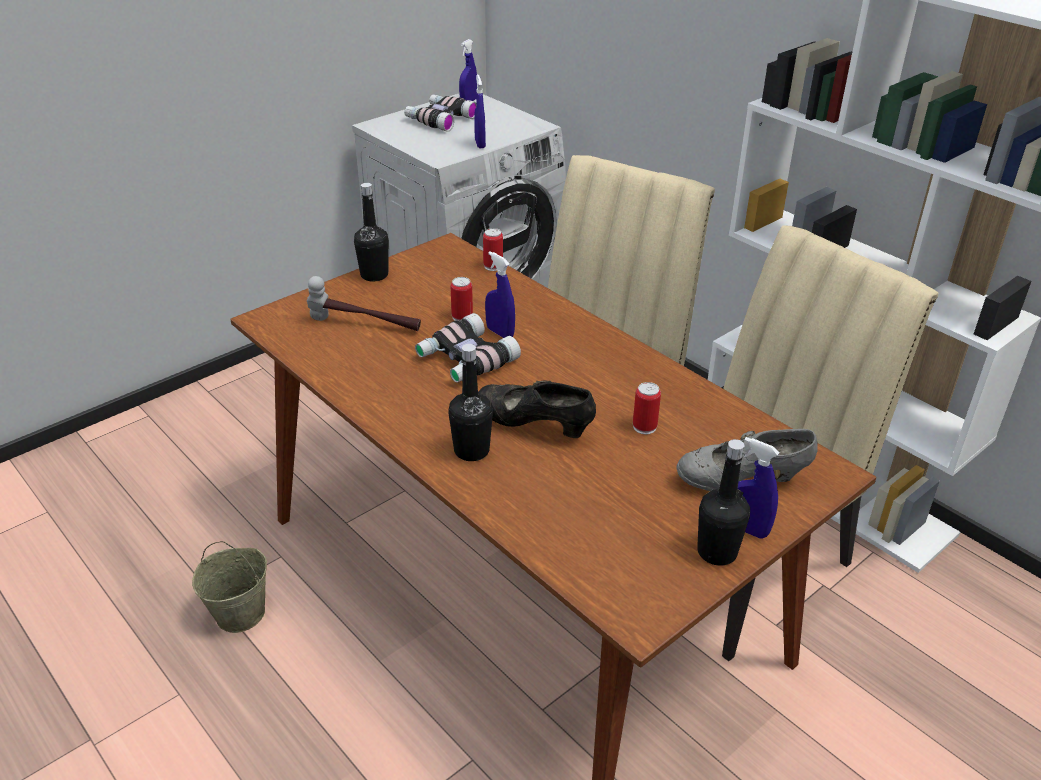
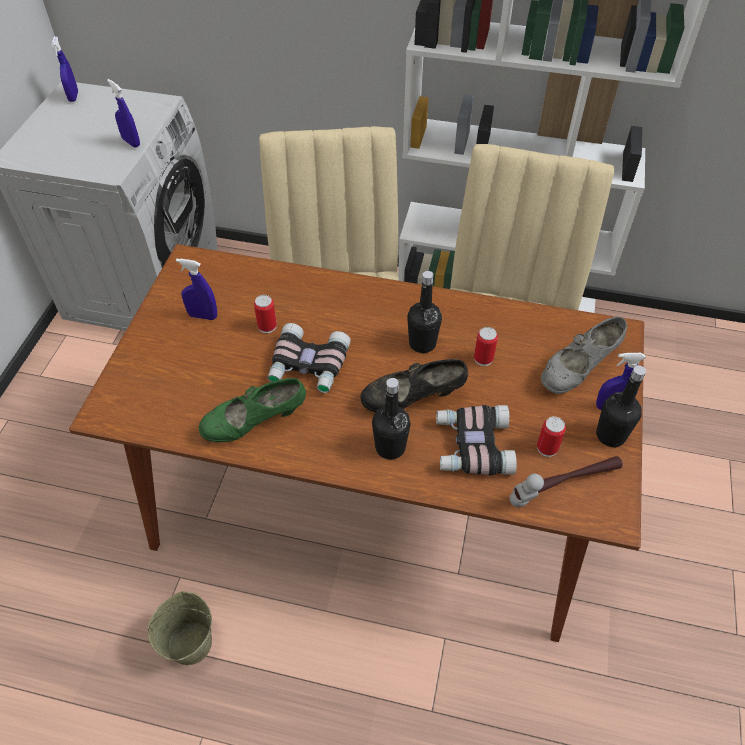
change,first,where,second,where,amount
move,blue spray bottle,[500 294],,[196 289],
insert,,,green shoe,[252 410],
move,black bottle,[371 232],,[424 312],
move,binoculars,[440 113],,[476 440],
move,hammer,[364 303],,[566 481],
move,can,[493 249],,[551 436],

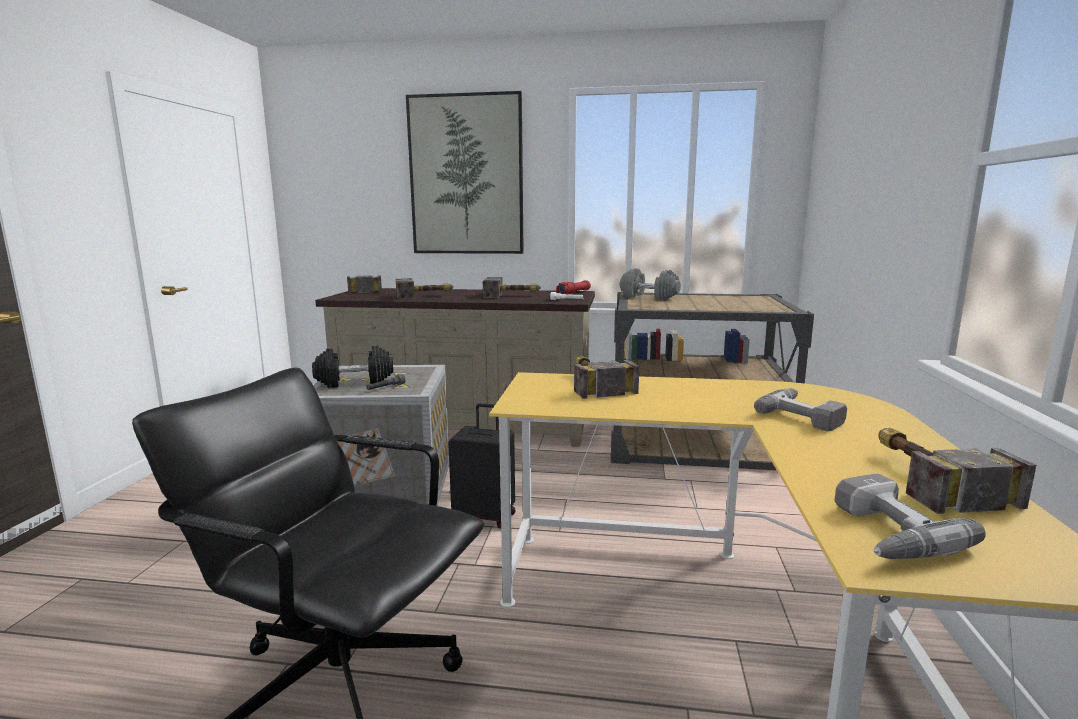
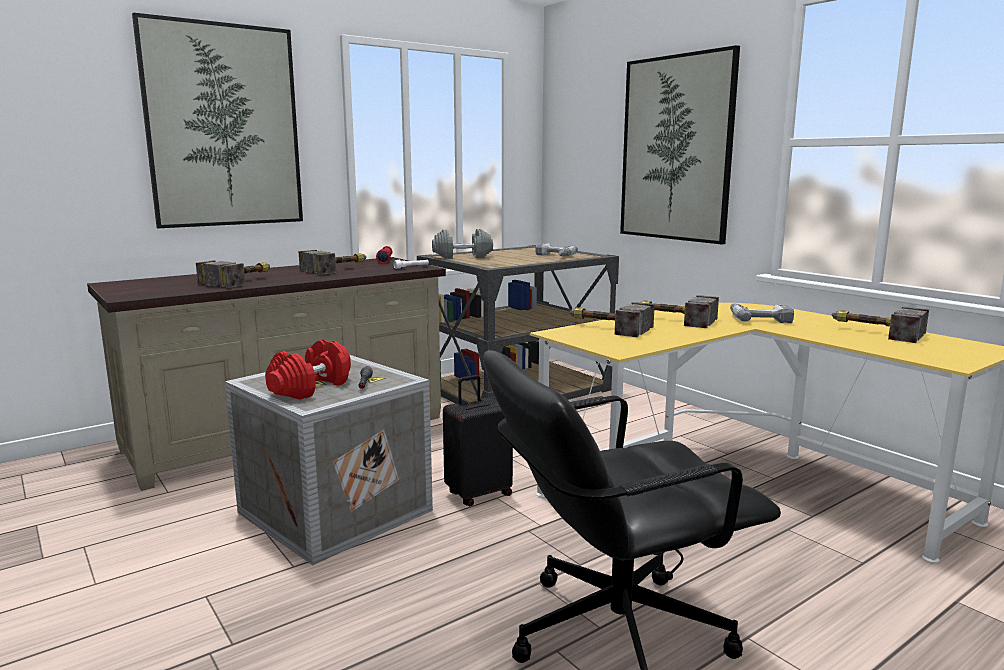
change,first,where,second,where,amount
recolor,black dumbbell,[352 366],red dumbbell,[308 369],
move,power drill,[910 516],,[556 249],
insert,,,picture,[680 145],
move,hammer,[364 284],,[679 311],

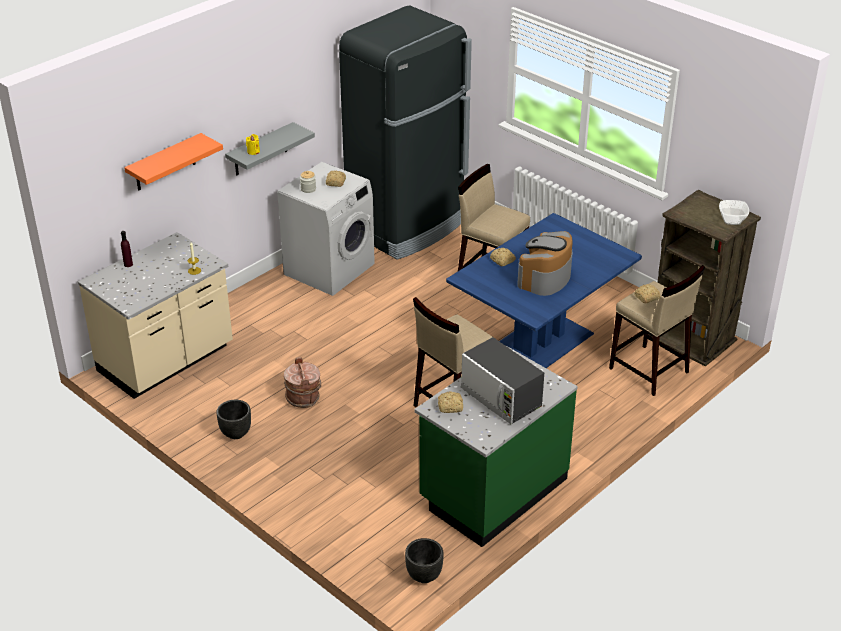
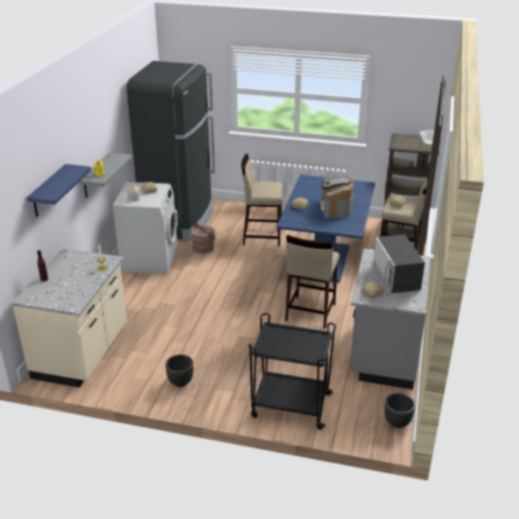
change,first,where,second,where,amount
recolor,orange shelf,[173 161],blue shelf,[59 190],
move,brown bucket,[302 382],,[203 238],
insert,,,black cart,[292 371],
recolor,green counter,[496 446],grey counter,[390 318],
rotate,microwave,[502 380],,[399 263],60 degrees clockwise

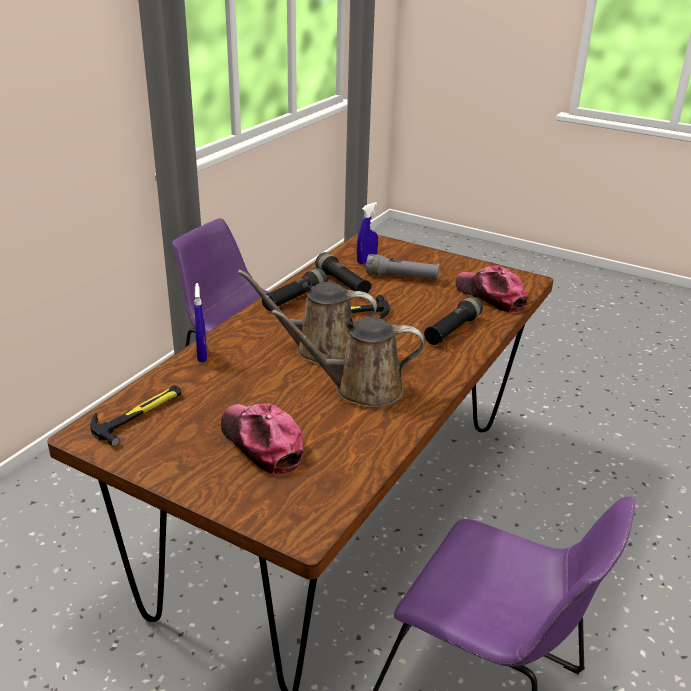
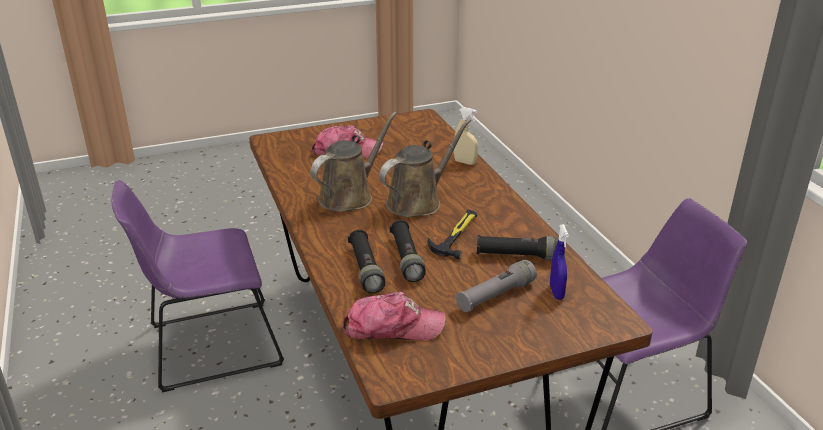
change,first,where,second,where,amount
move,black flashlight,[295 289],,[408 251],
recolor,blue spray bottle,[200 322],beige spray bottle,[466 136],
delete,hammer,[135 415],,,

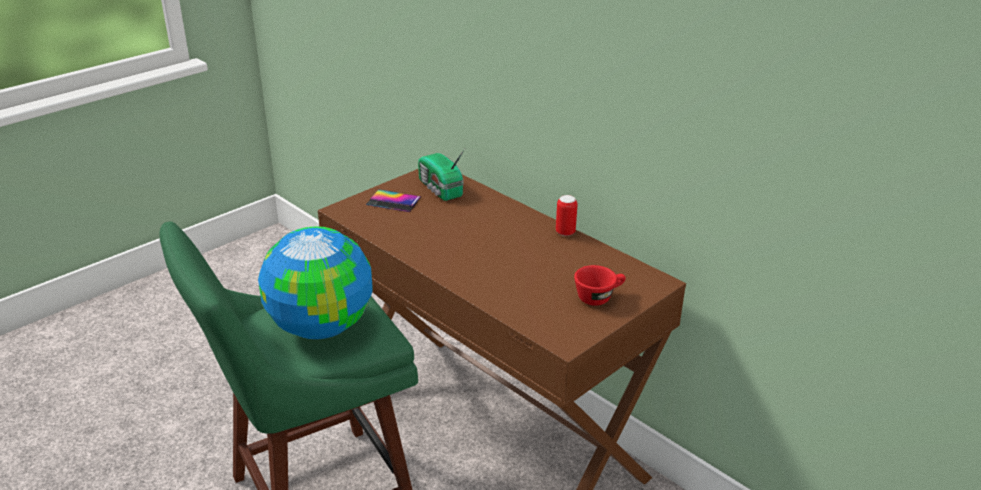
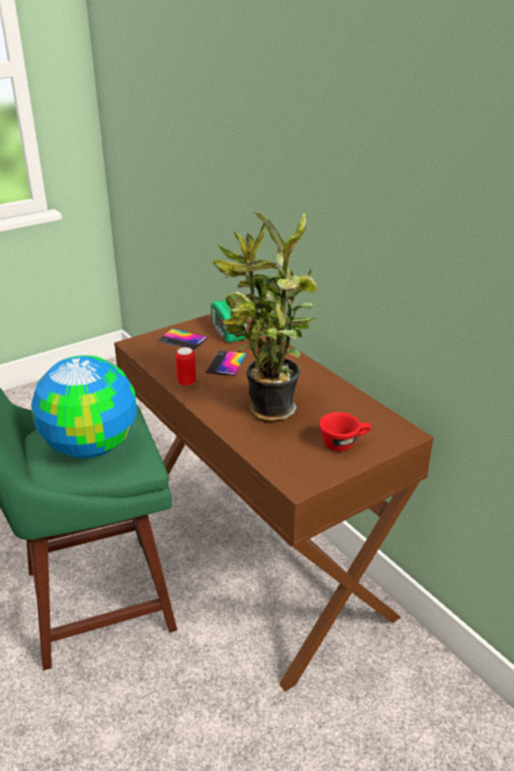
change,first,where,second,where,amount
move,can,[567 215],,[186 366],
insert,,,phone,[226 363],
insert,,,potted plant,[265 316],

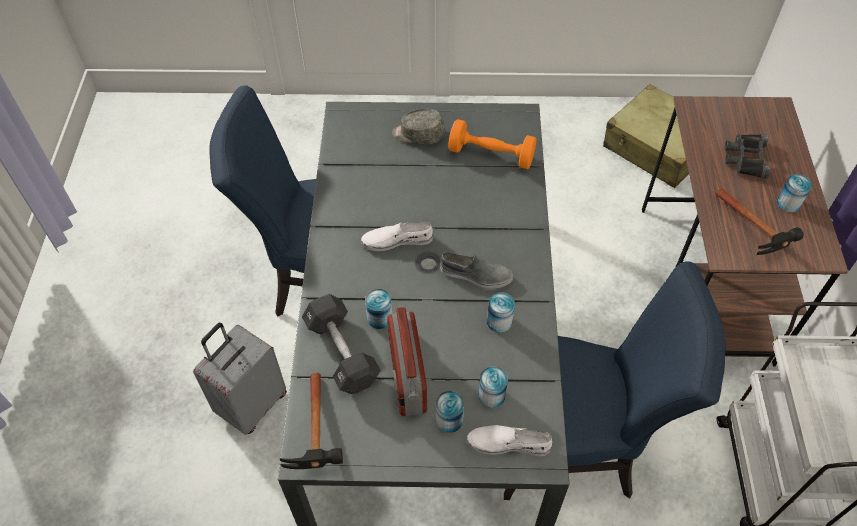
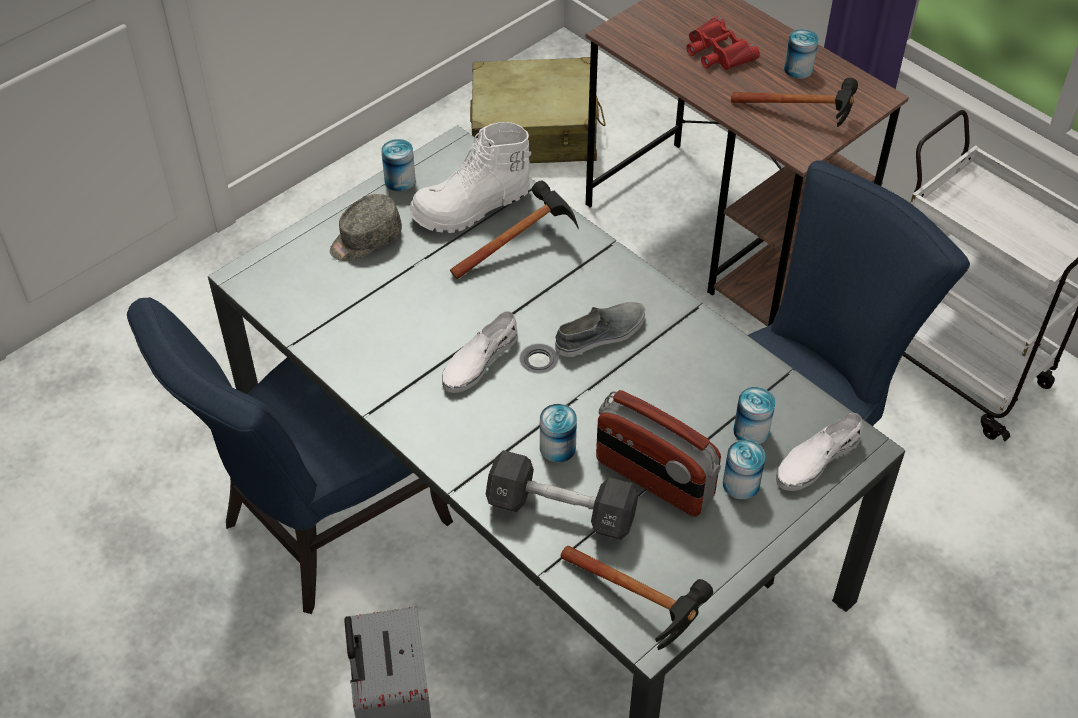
change,first,where,second,where,amount
move,can,[501 312],,[398 165],
replace,orange dumbbell,[492 144],white boot,[470 177],
insert,,,hammer,[514 229],
recolor,black binoculars,[748 156],red binoculars,[723 43],

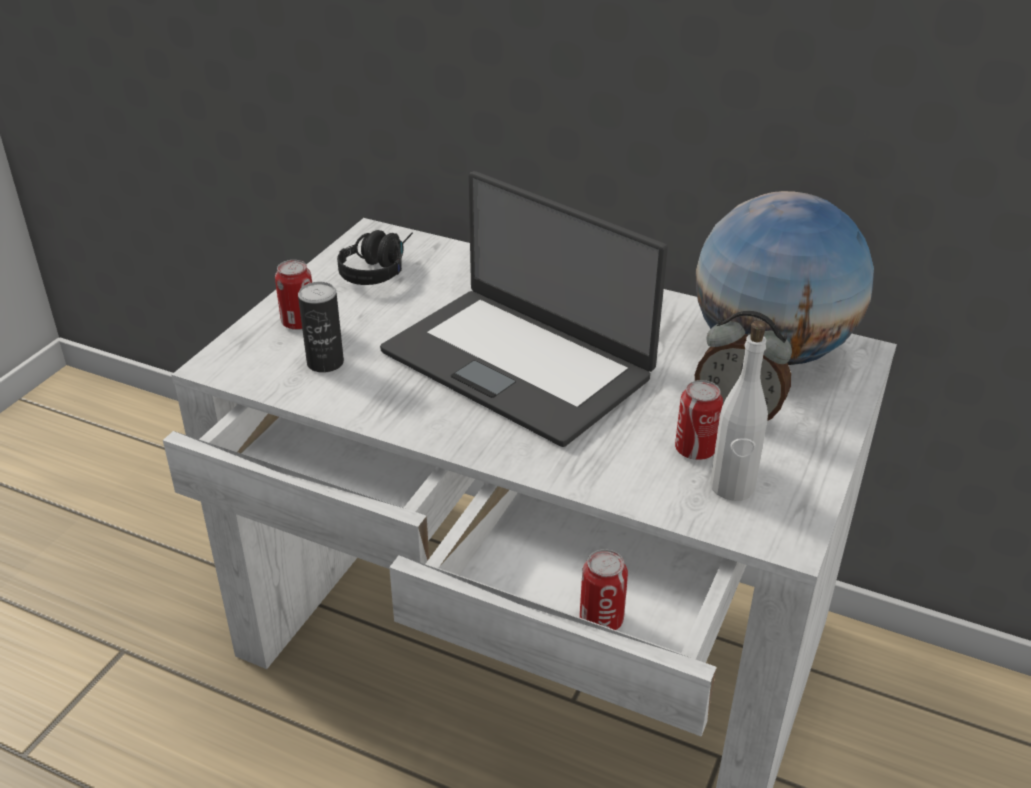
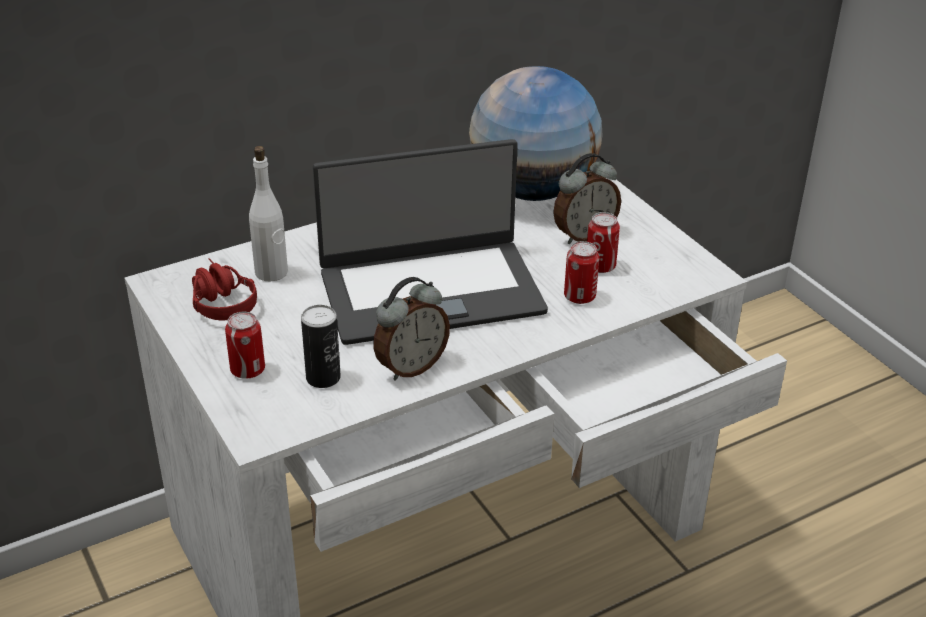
change,first,where,second,where,amount
recolor,black headphones,[375 257],red headphones,[224 289],
move,white bottle,[739 410],,[268 214],
insert,,,alarm clock,[411 329],
move,can,[604 589],,[581 272],

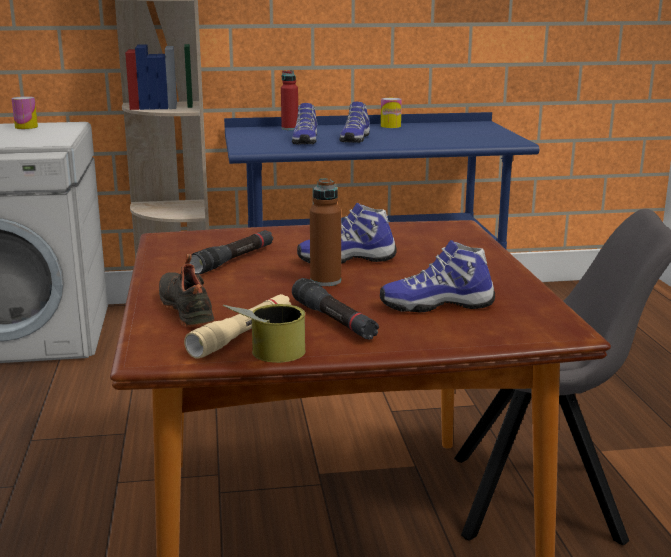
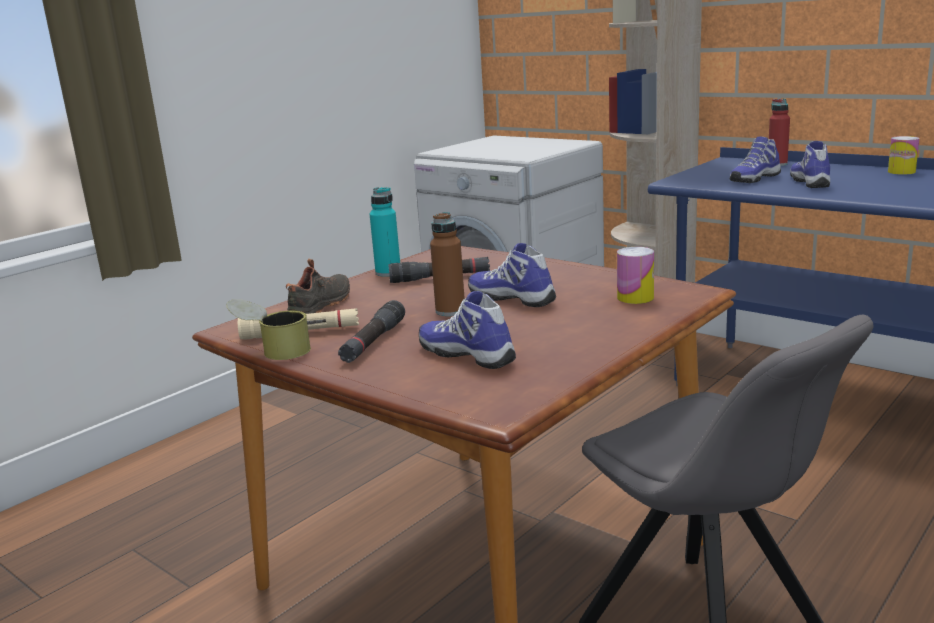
change,first,where,second,where,amount
insert,,,turquoise bottle,[384 232],
move,can,[24 112],,[635 275],
rotate,shoe,[354 122],,[810 164],120 degrees clockwise

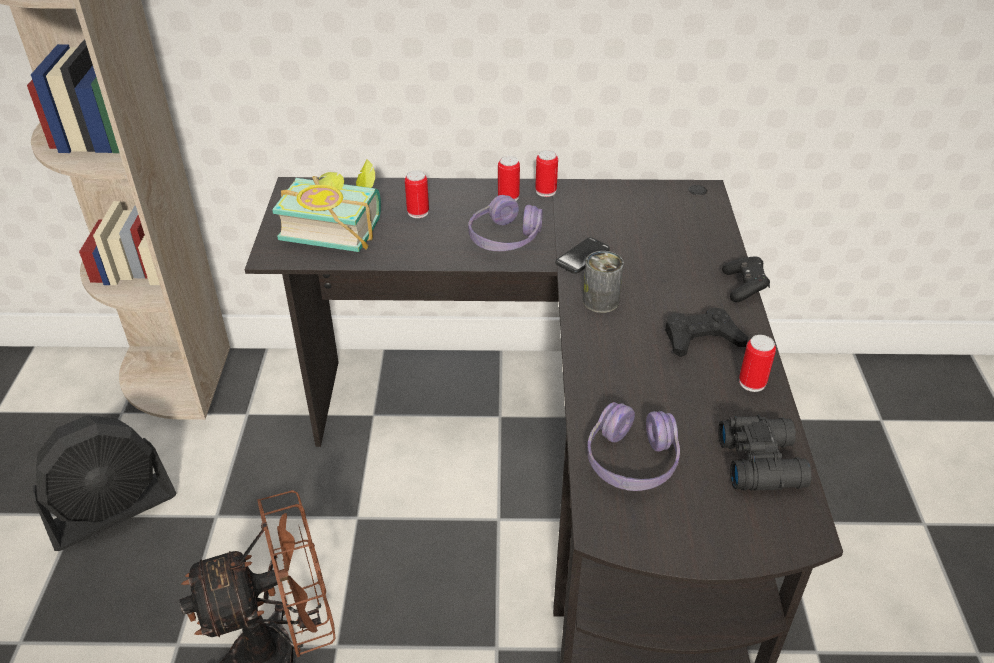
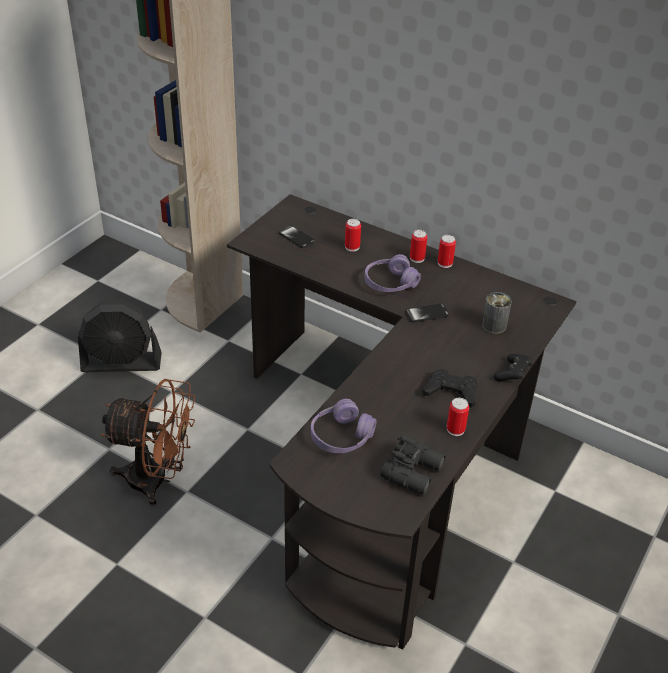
change,first,where,second,where,amount
replace,book,[326 205],phone,[297 236],
move,can,[603 282],,[497 313],

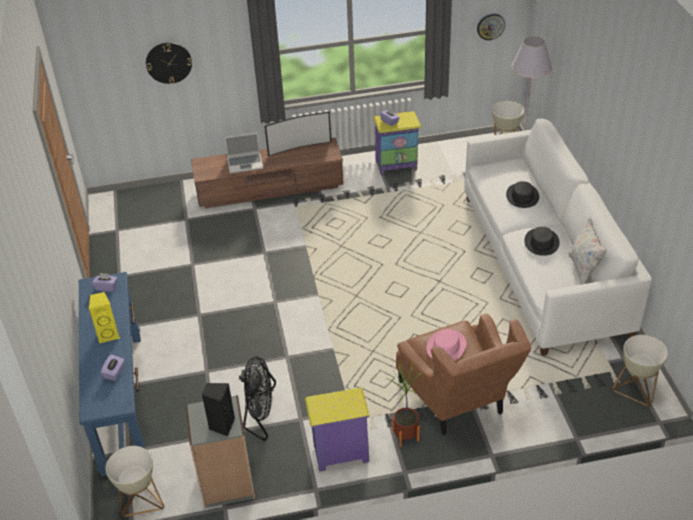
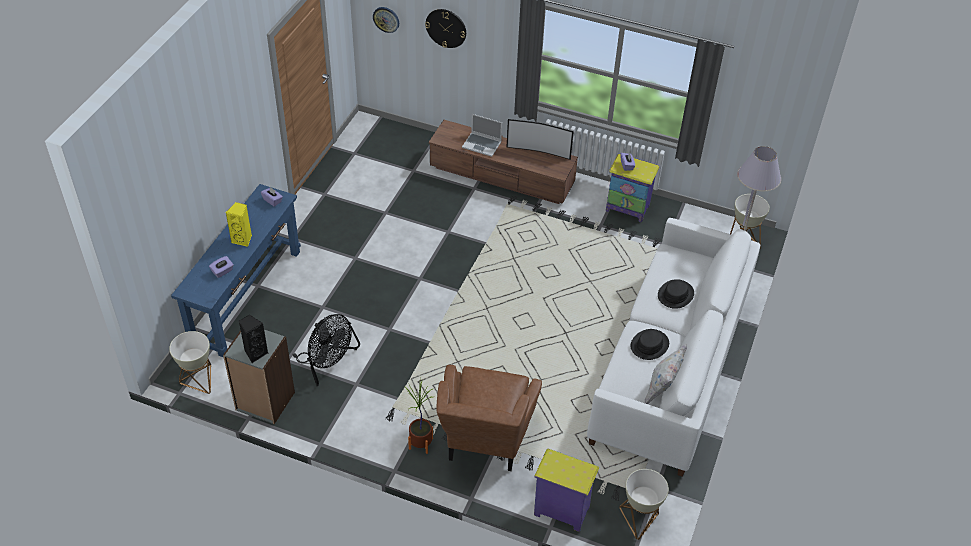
change,first,where,second,where,amount
move,wall clock,[491 26],,[386 20],
move,nightstand,[337 429],,[566 490],
delete,pink hat,[447 345],,,

